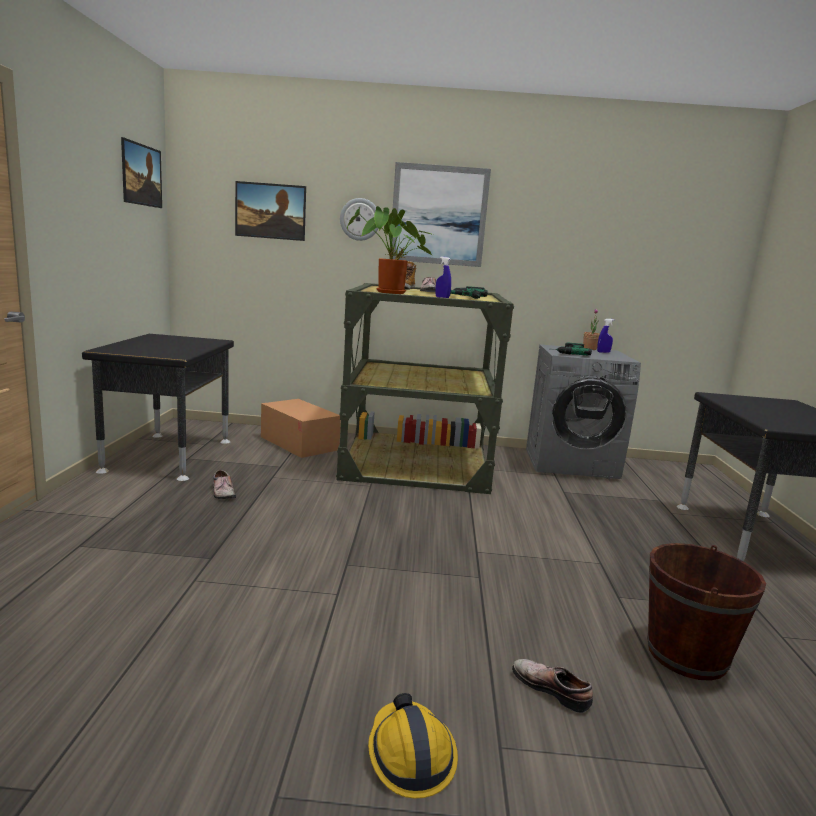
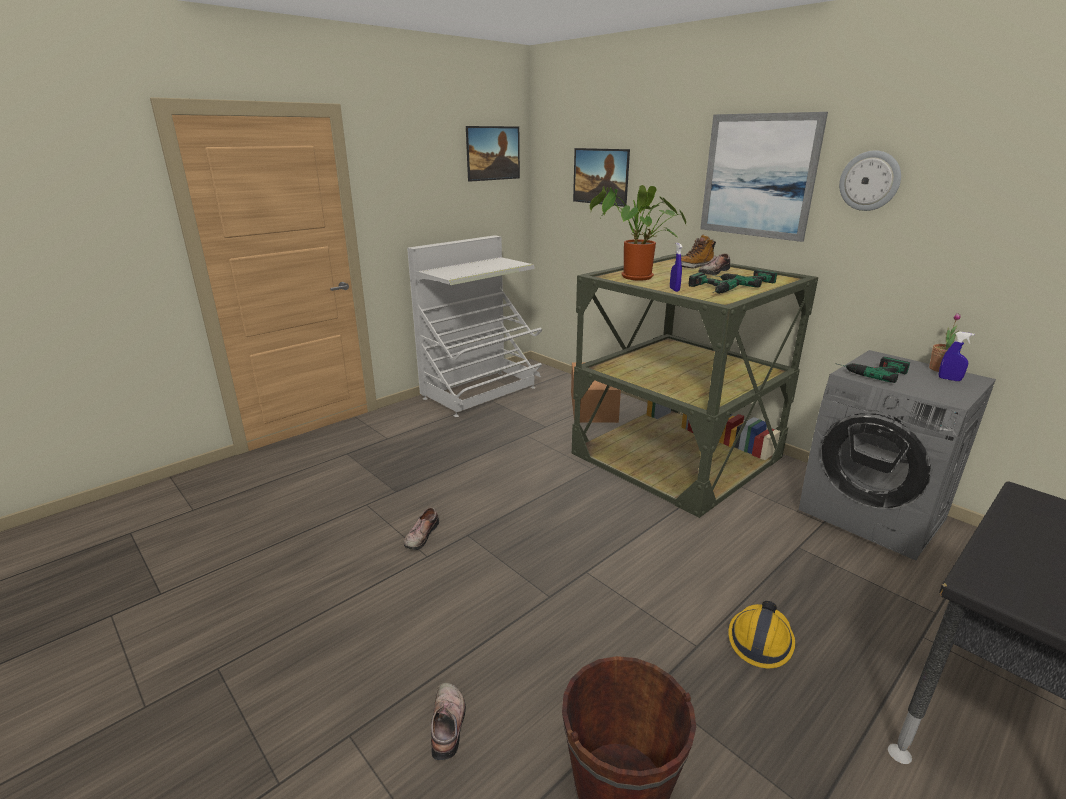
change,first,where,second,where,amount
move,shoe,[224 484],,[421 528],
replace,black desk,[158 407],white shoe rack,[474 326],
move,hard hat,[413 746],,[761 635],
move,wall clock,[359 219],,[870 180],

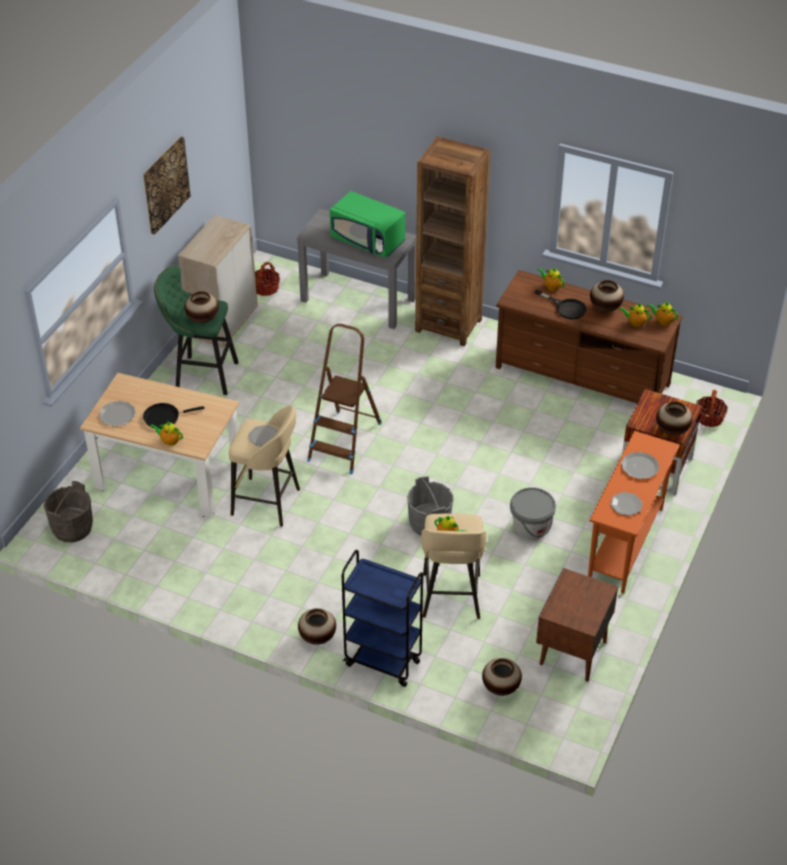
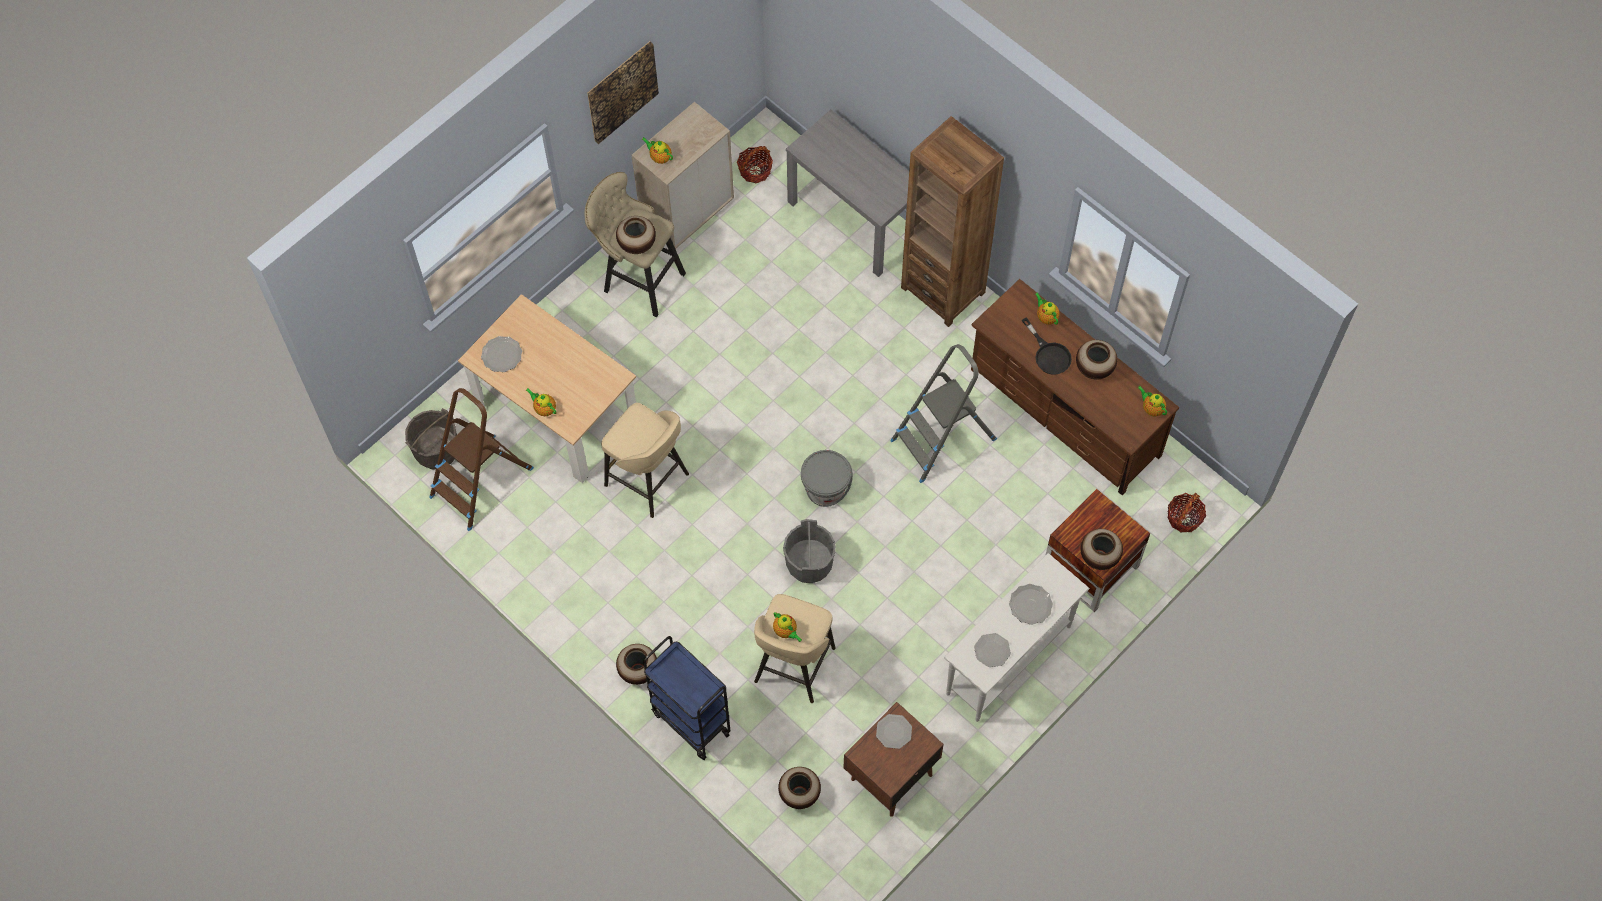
change,first,where,second,where,amount
move,brown step ladder,[344 399],,[481 459],
recolor,green stool,[196 330],beige stool,[635 245],
move,teapot,[635 315],,[657 150],
move,grey bucket,[533 513],,[827 478],
move,plate,[263 436],,[894 731],
insert,,,grey step ladder,[943 413],
recolor,orange console table,[634 512],white console table,[1017 637],
delete,black frying pan,[174 416],,,
delete,green microwave,[368 224],,,

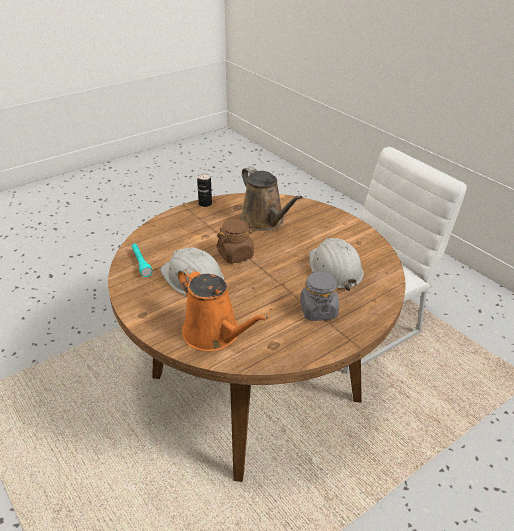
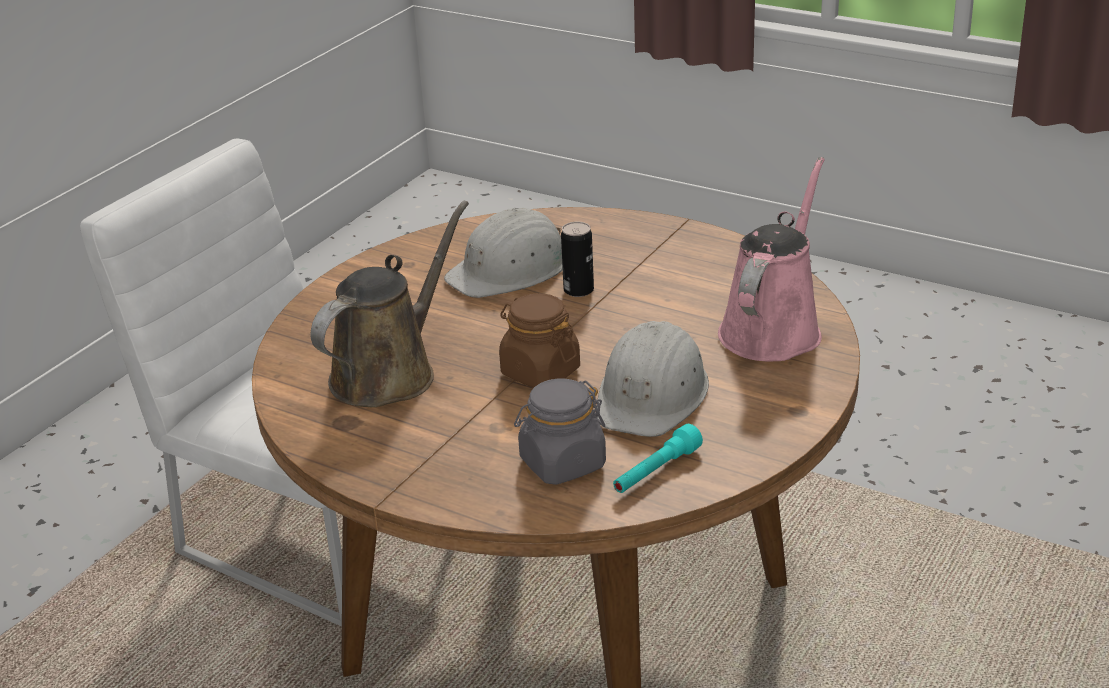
change,first,where,second,where,amount
move,grey jar,[319 296],,[560 431],
move,can,[204 190],,[577 259],
recolor,orange watering can,[223 308],pink watering can,[771 259],

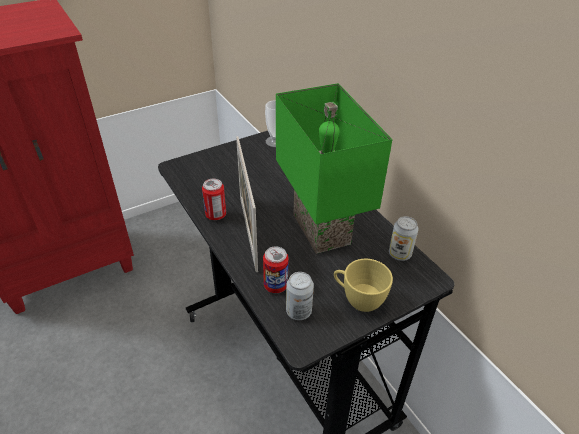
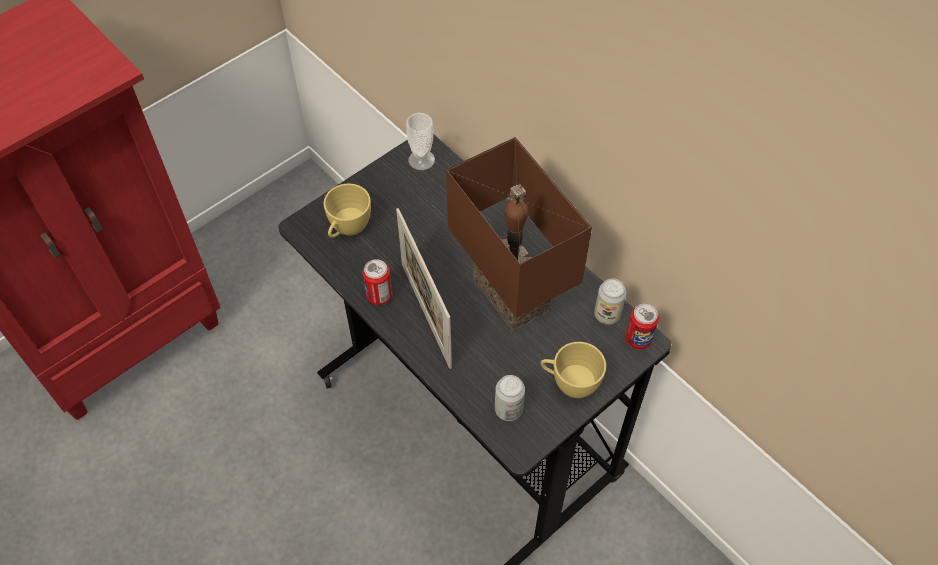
change,first,where,second,where,amount
insert,,,yellow cup,[347 211],
recolor,green table lamp,[334 168],brown table lamp,[519 234],
move,can,[275 269],,[642 327],

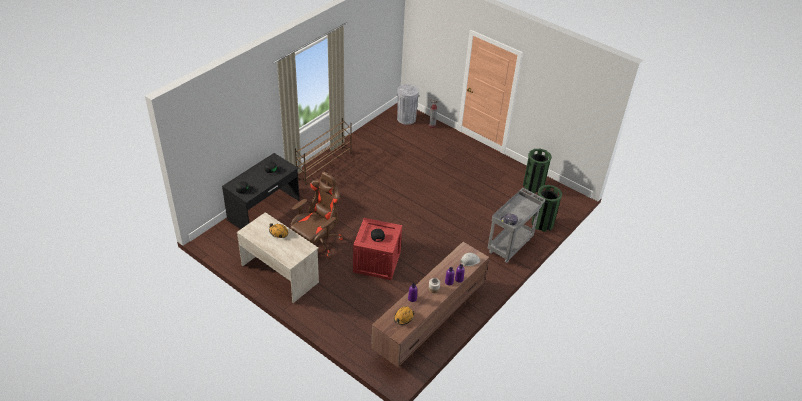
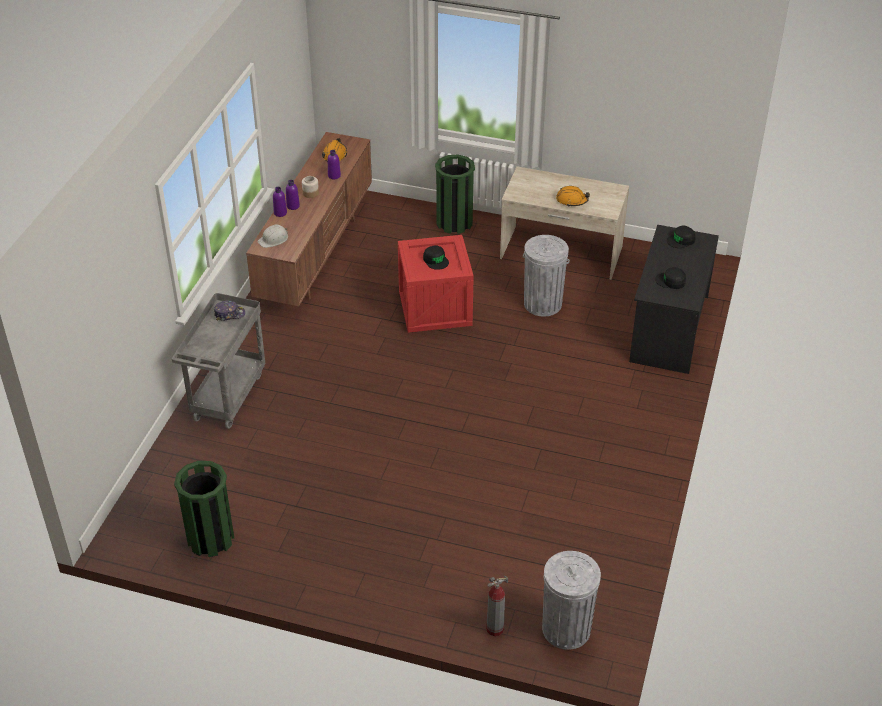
change,first,where,second,where,amount
move,green trash can,[547 208],,[455 194],
replace,brown office chair,[316 215],grey trash can,[546 276],
delete,brown shoe rack,[323 151],,,

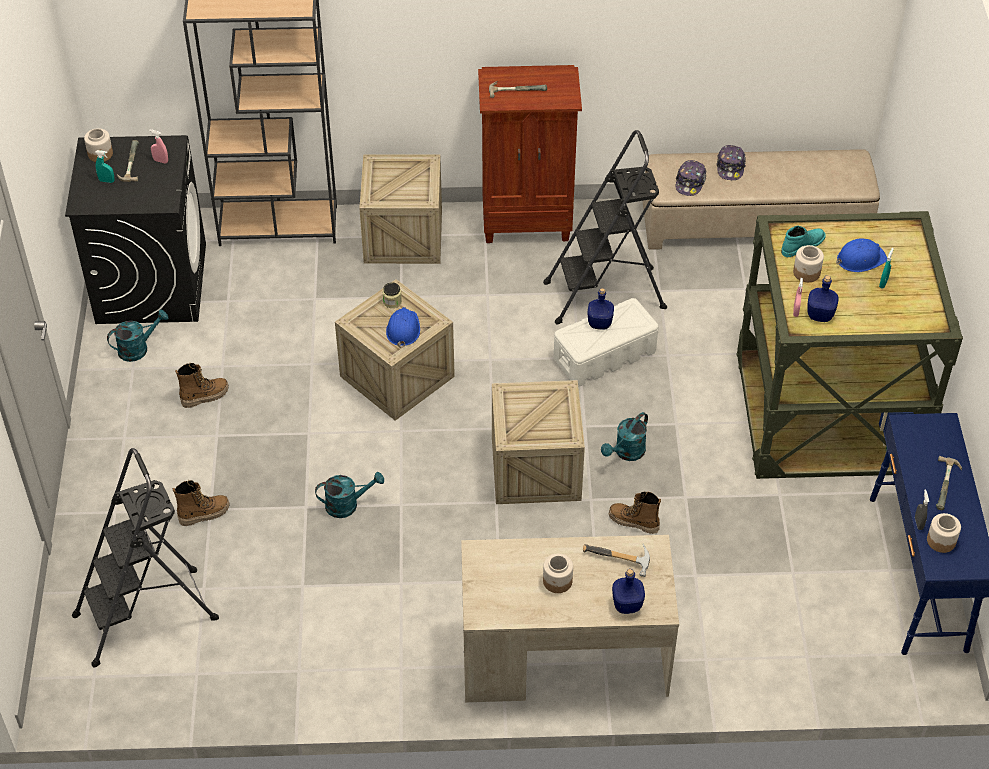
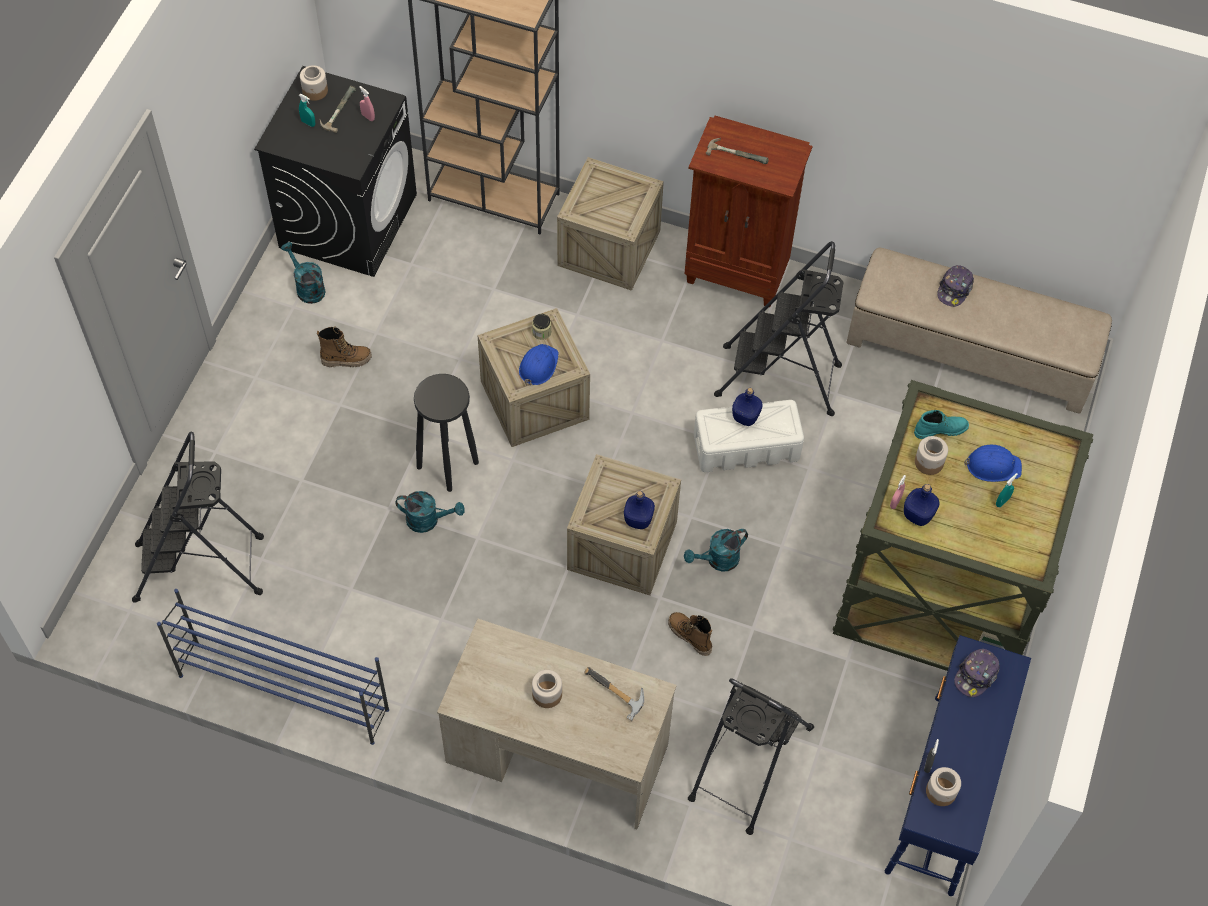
change,first,where,second,where,amount
insert,,,blue shoe rack,[273 667],
rotate,turquoise watering can,[137 336],,[303 273],120 degrees counterclockwise
insert,,,black stool,[446 433],
move,blue bottle,[628 591],,[639 510],
insert,,,step ladder,[751 756],
move,cap,[691 178],,[977 673],
delete,boot,[201 503],,,
delete,hammer,[949 483],,,

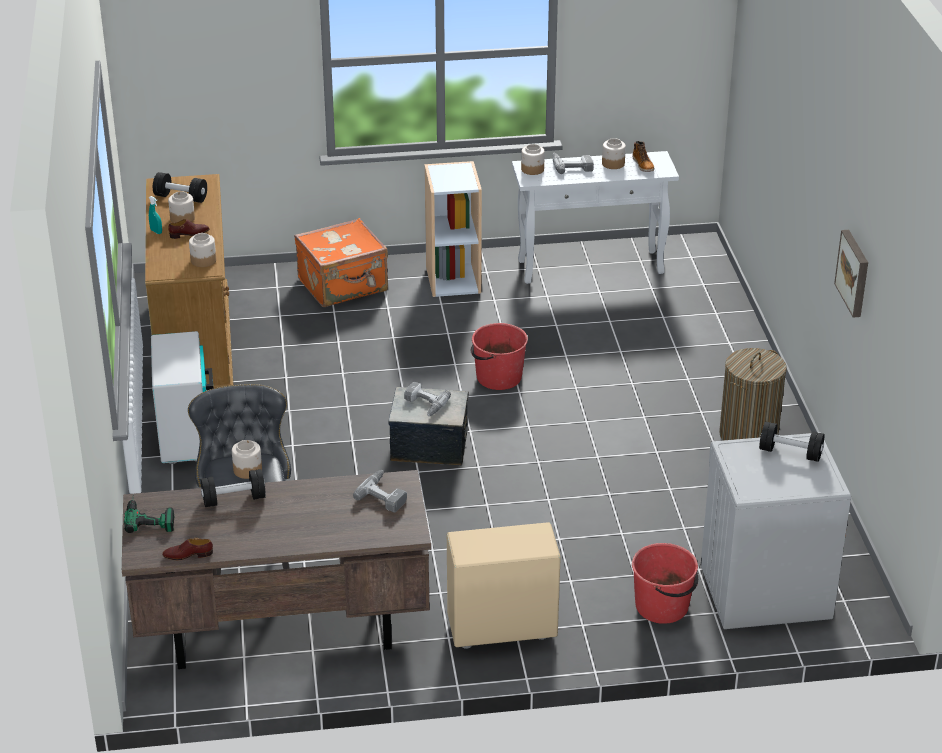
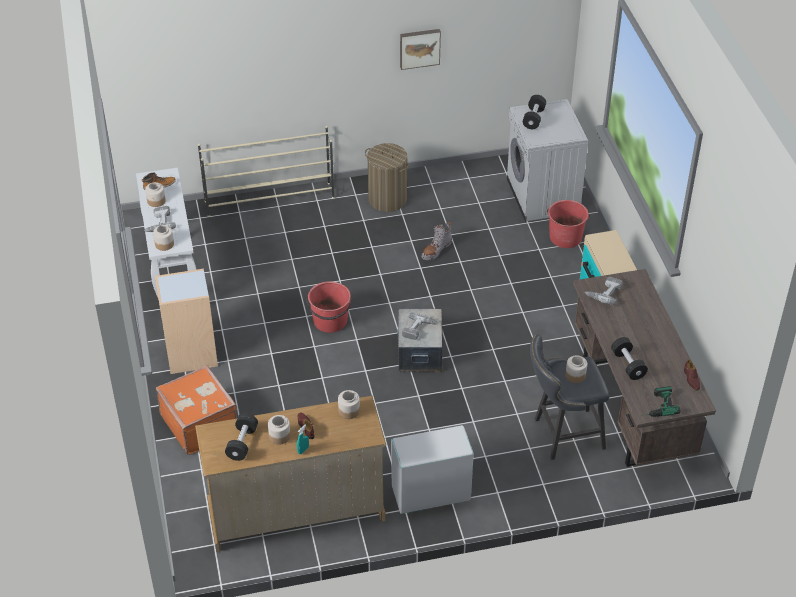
change,first,where,second,where,amount
insert,,,beige shoe rack,[266 171],
insert,,,grey boot,[436 241],

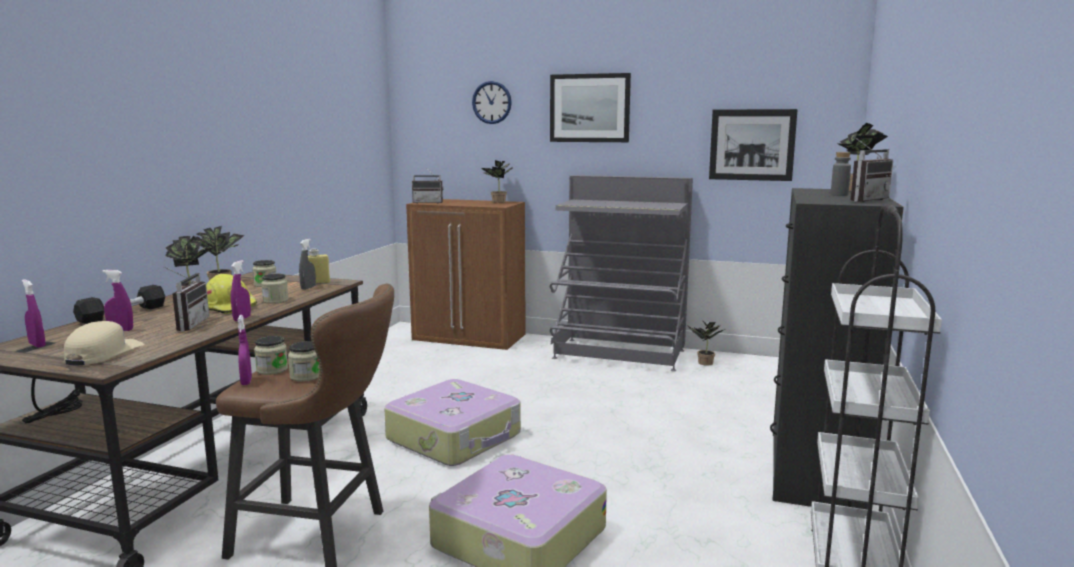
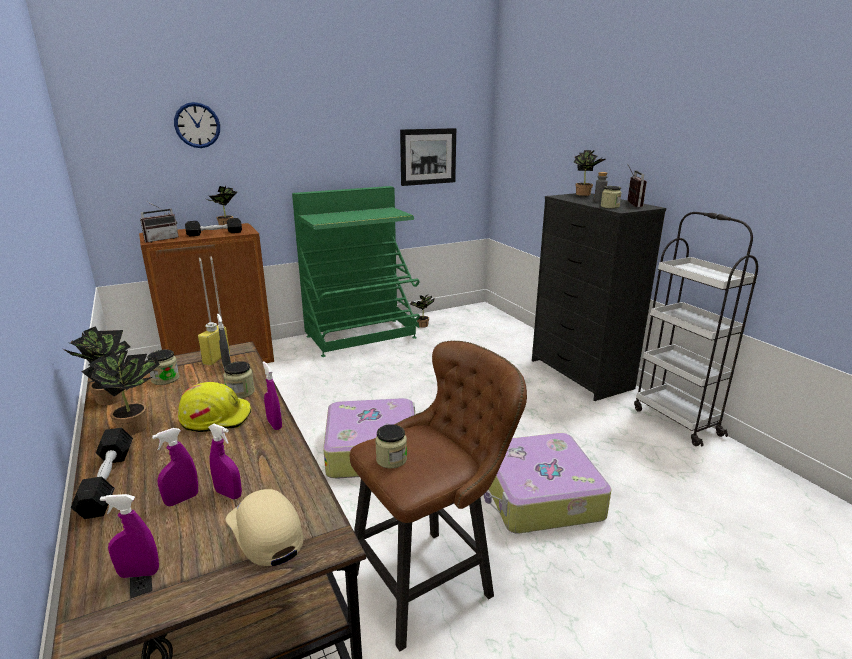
change,first,where,second,where,amount
insert,,,black dumbbell,[213 227],
move,purple spray bottle,[244 350],,[225 461],
recolor,grey shoe rack,[621 273],green shoe rack,[356 271],
move,jar,[304 361],,[611 197],
delete,radio,[186 298],,,
delete,picture,[590 107],,,

